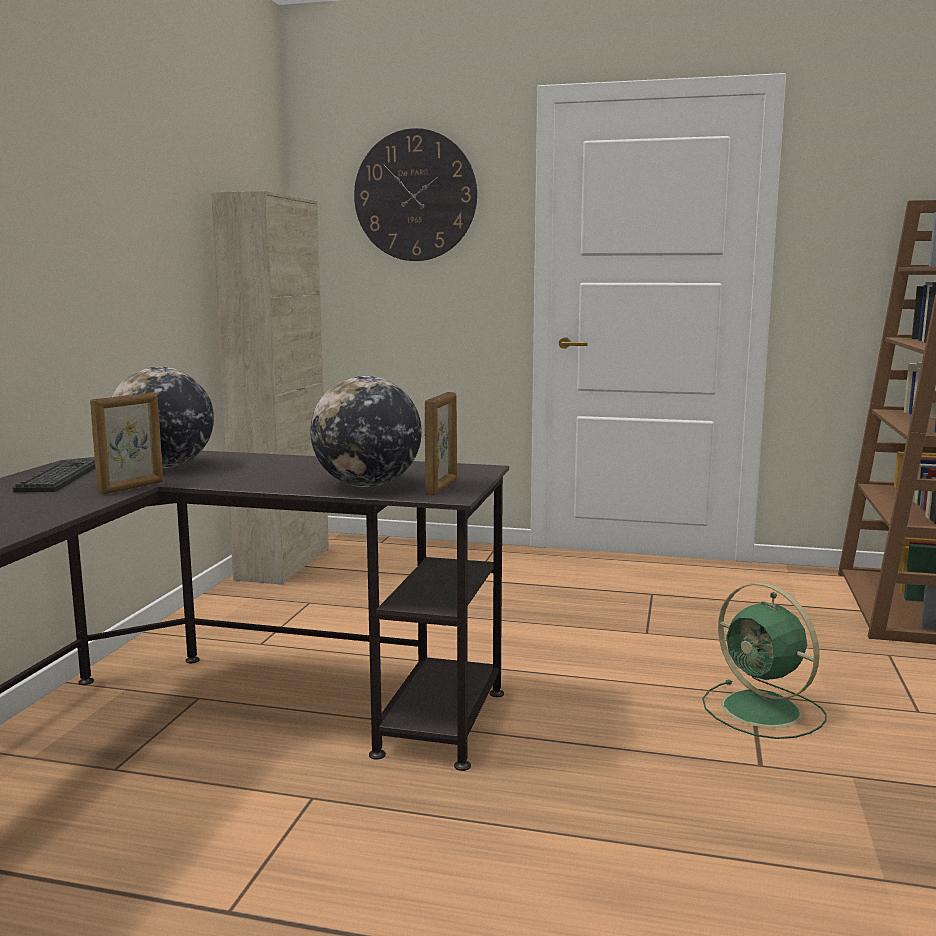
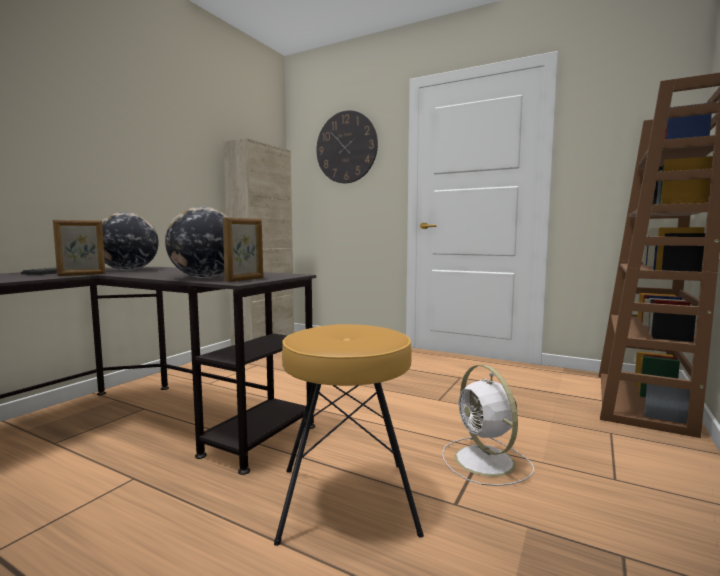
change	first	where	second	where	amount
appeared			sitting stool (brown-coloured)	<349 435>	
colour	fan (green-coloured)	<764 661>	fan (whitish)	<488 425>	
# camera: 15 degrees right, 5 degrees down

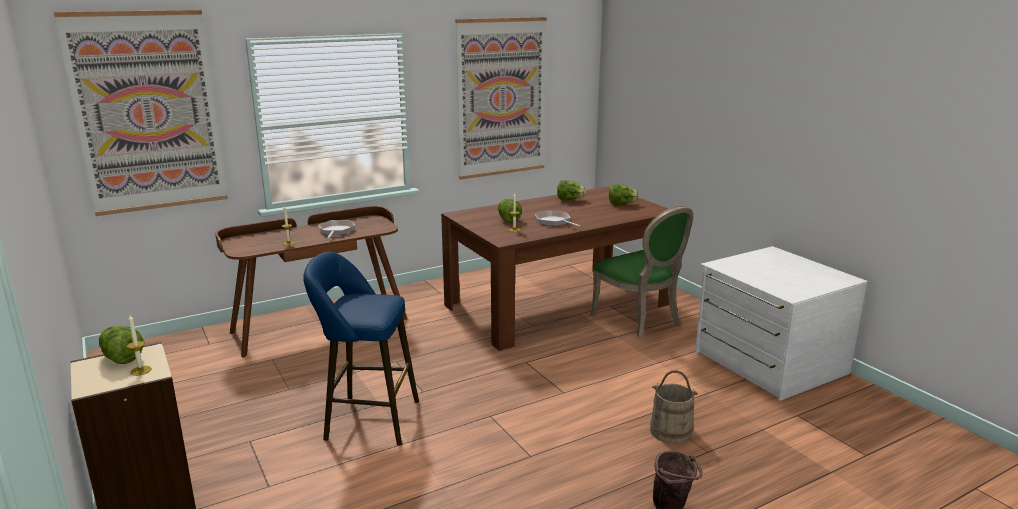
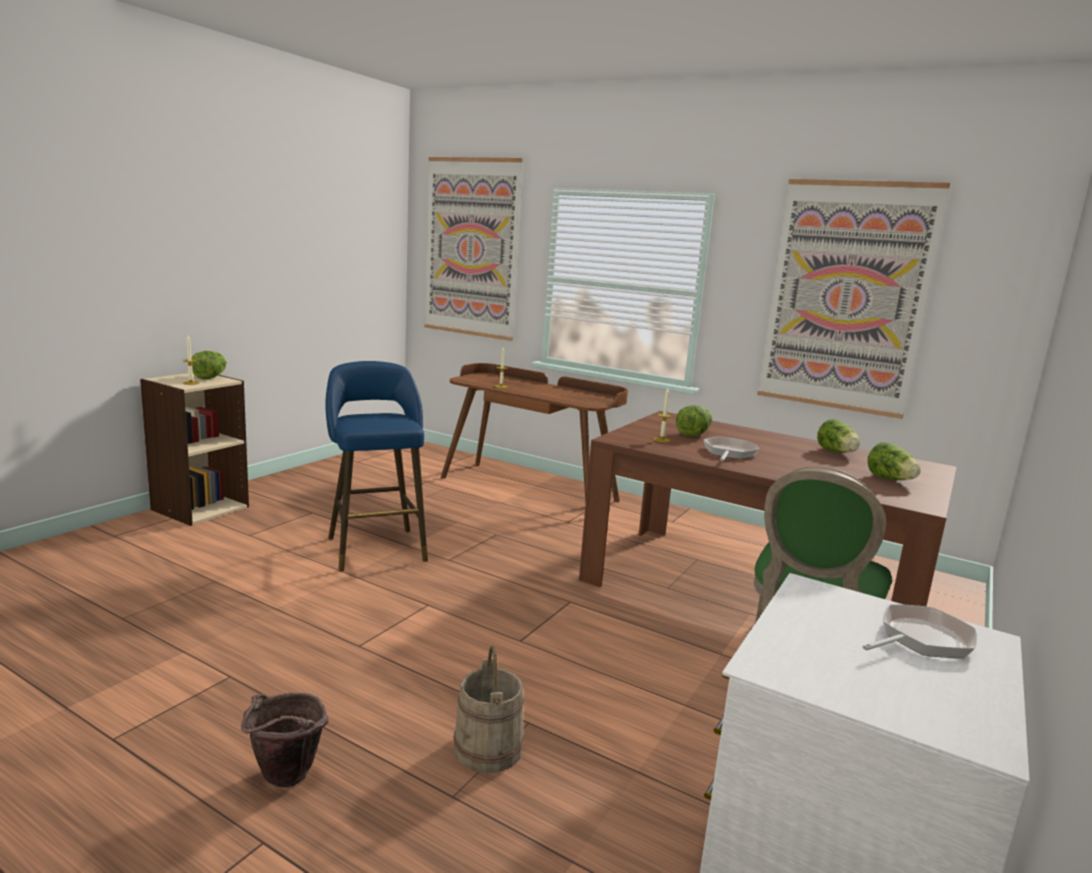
change	first	where	second	where	amount
relocated	skillet	<336 230>		<919 631>	
# camera: 60 degrees right, 5 degrees down

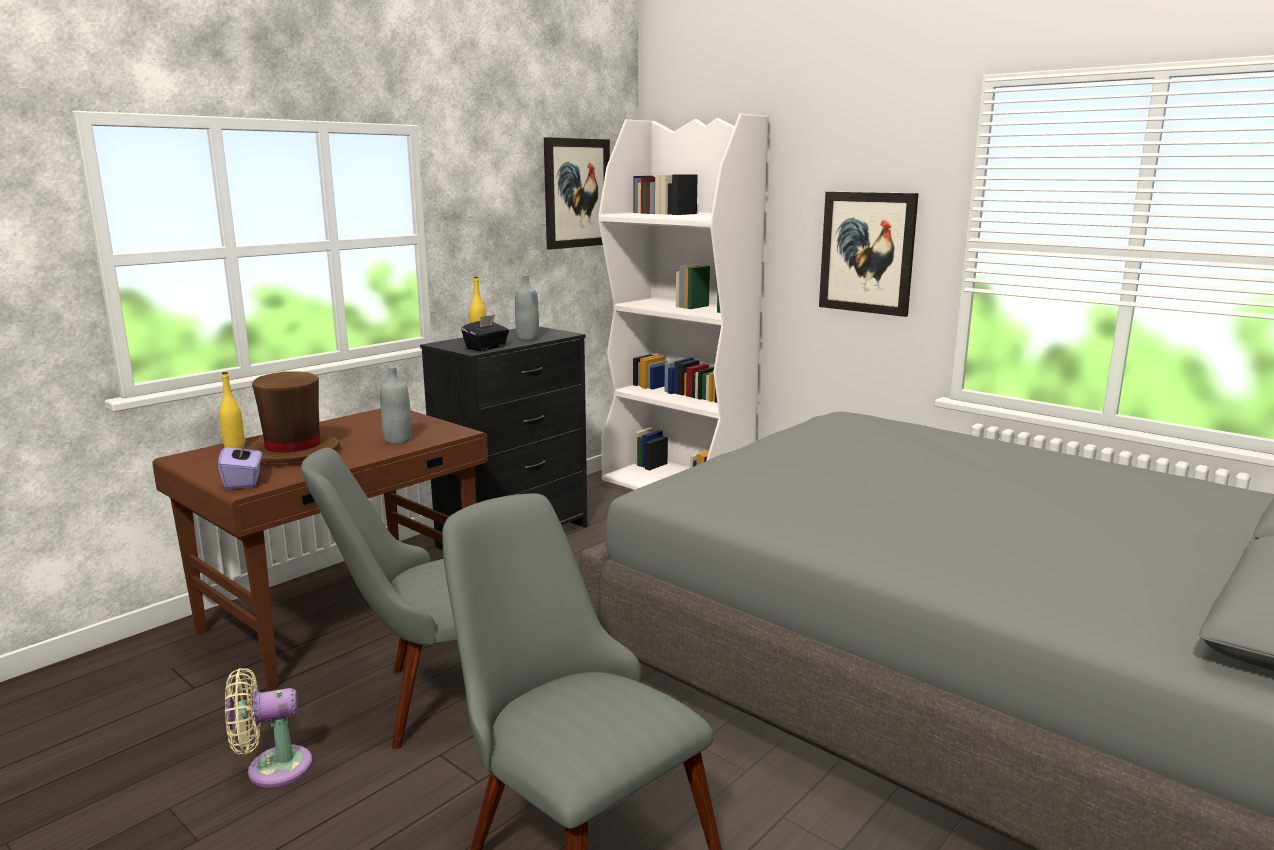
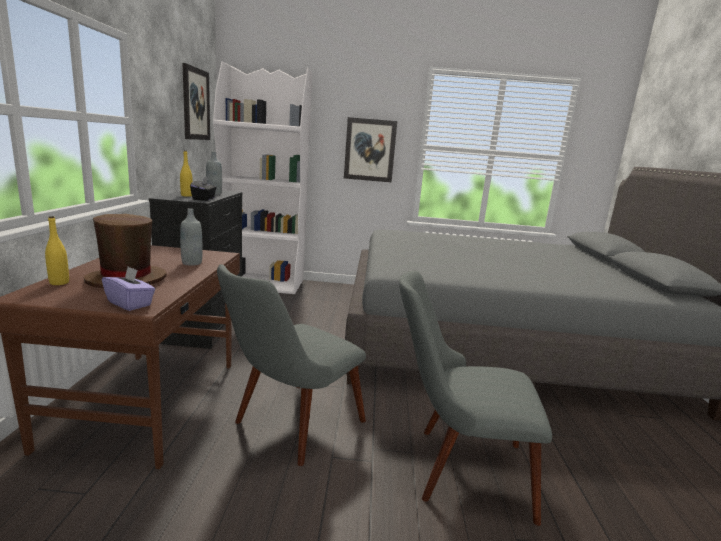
change	first	where	second	where	amount
missing	fan (beige-coloured)	<268 727>			
# camera: 40 degrees left, 0 degrees up

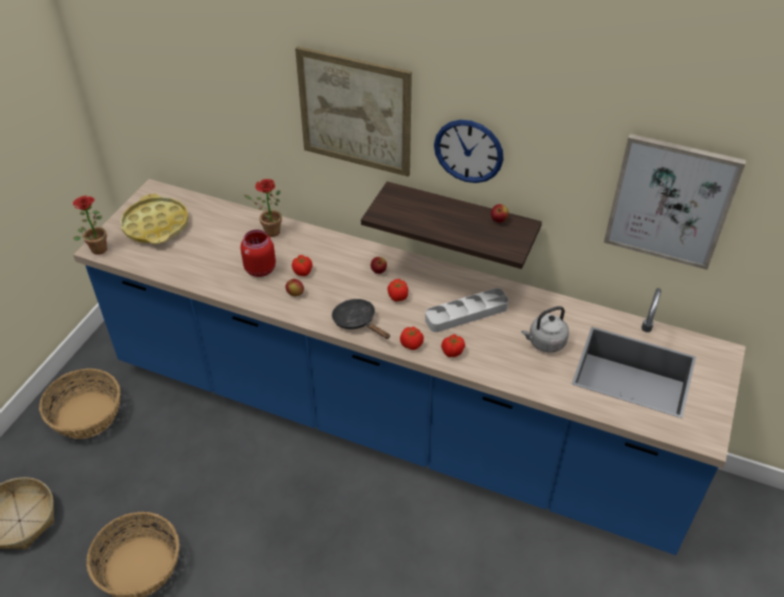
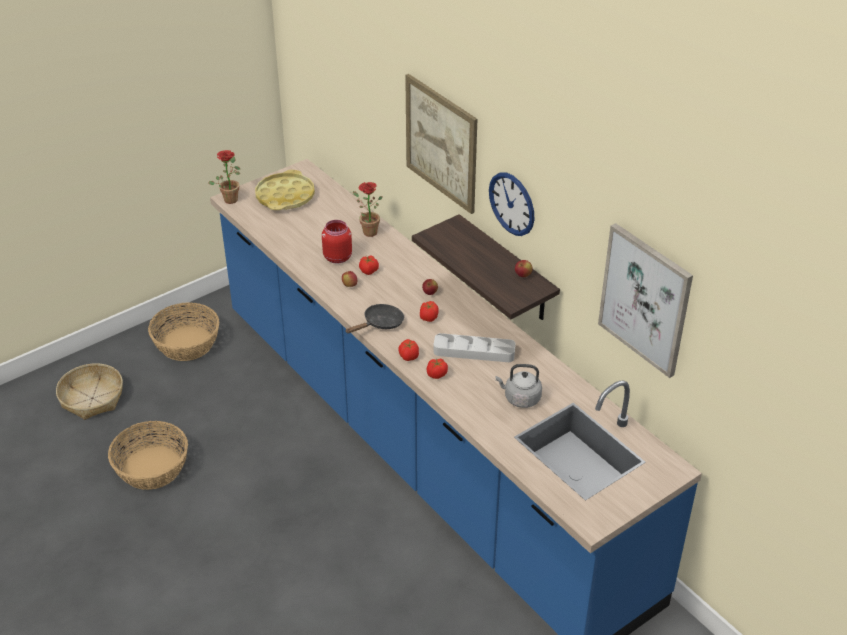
change	first	where	second	where	amount
spun	skillet (blackish)	<361 319>		<374 318>	60 degrees clockwise
# camera: 30 degrees right, 5 degrees down

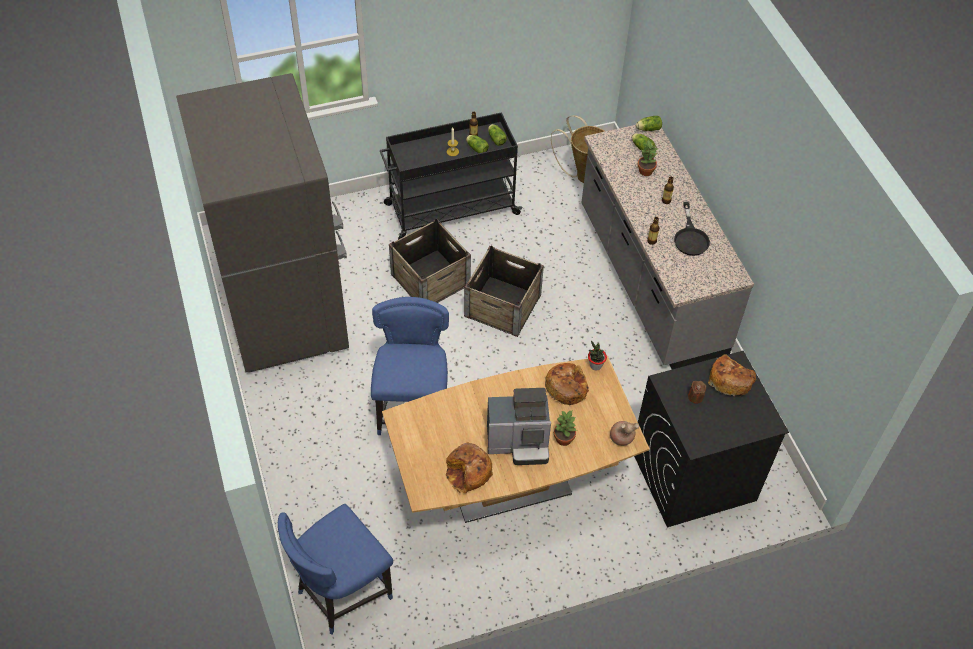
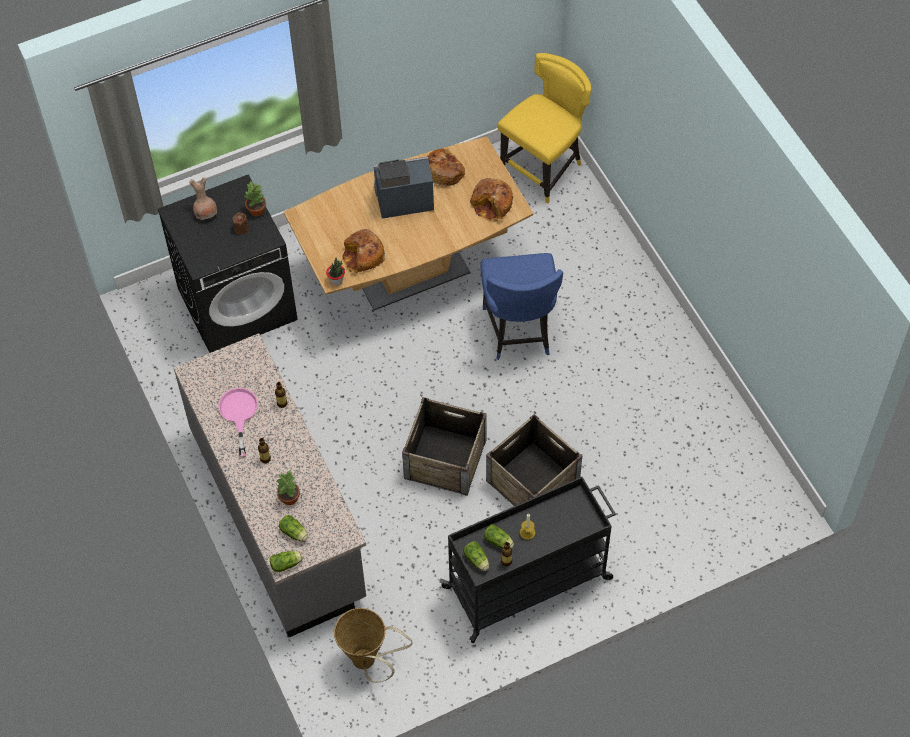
change	first	where	second	where	amount
missing	kitchen fridge (gray)	<262 223>			
relocated	houseplant	<565 428>		<255 198>	
relocated	flower vase (brown-coloured)	<624 433>		<203 198>	
relocated	bakery bread	<732 375>		<491 199>	
colour	upright chair (bluish)	<335 569>	upright chair (yellowish)	<544 128>	
colour	skillet (blackish)	<692 229>	skillet (pinkish)	<238 422>	
# camera: 175 degrees right, 5 degrees up

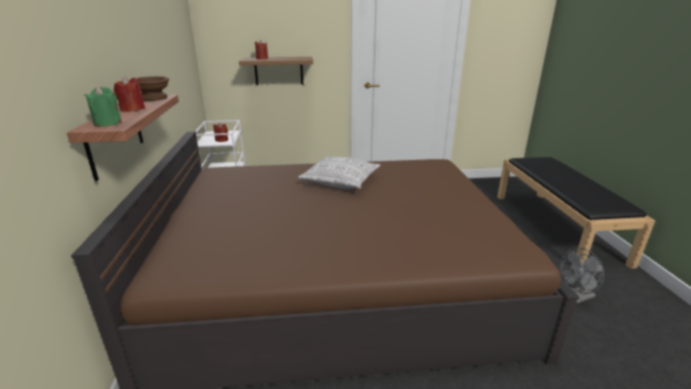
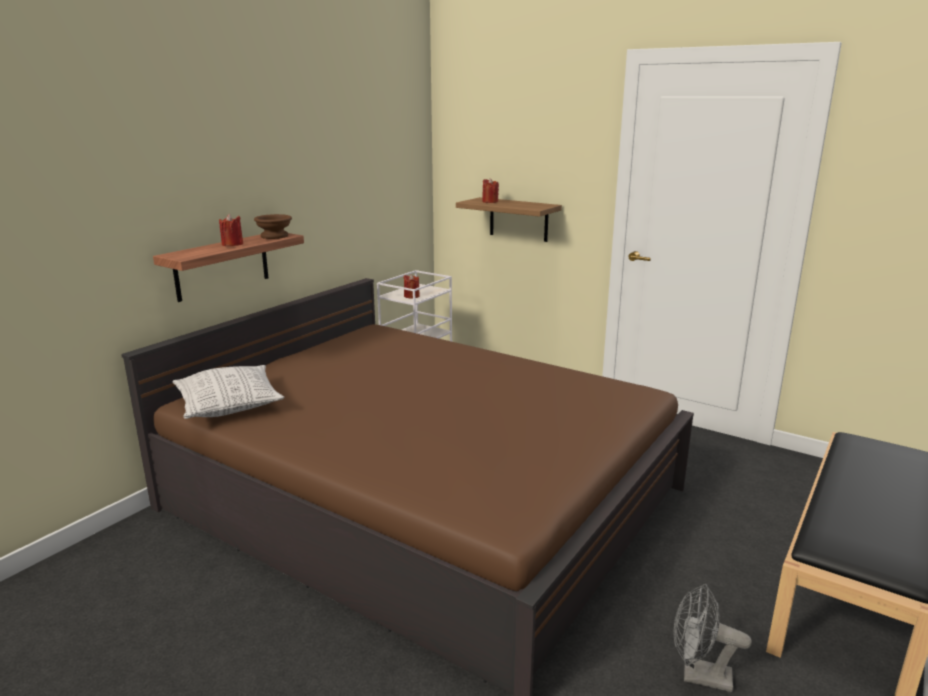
change	first	where	second	where	amount
missing	candle (green-coloured)	<103 106>			
relocated	pillow	<339 172>		<228 392>	
# camera: 40 degrees right, 5 degrees down

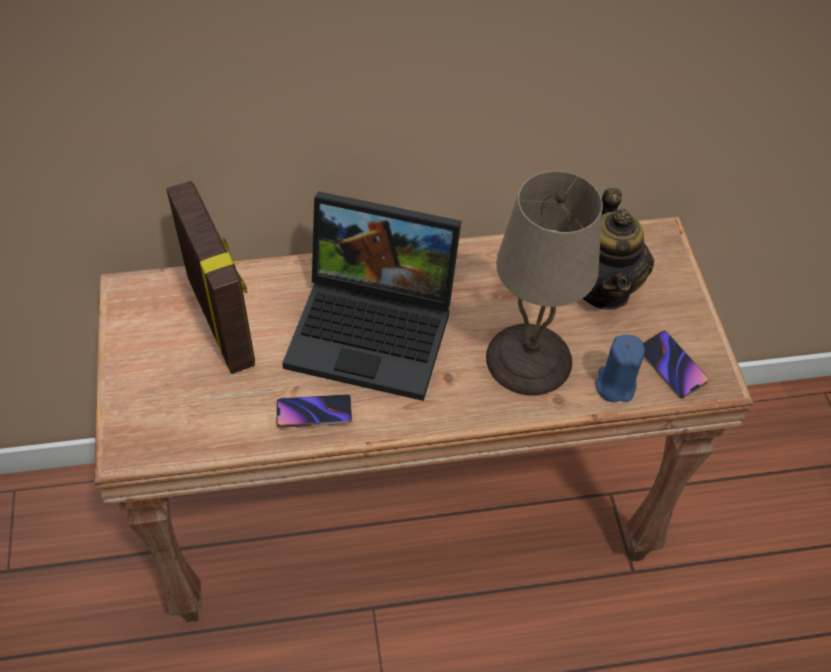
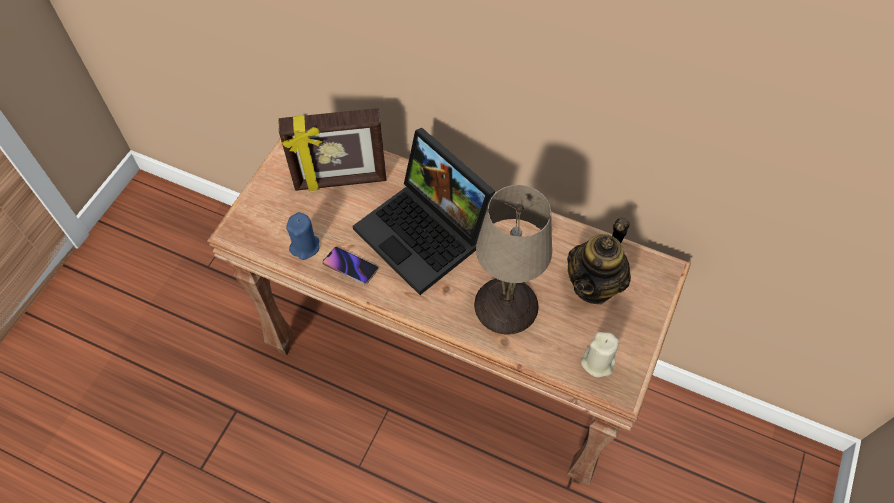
change	first	where	second	where	amount
relocated	candle (bluish)	<620 368>		<303 236>	
exchanged	phone	<675 364>	candle (beige-coloured)	<600 355>	
spun	photo frame	<210 277>		<332 149>	75 degrees clockwise
# camera: 35 degrees right, 5 degrees up

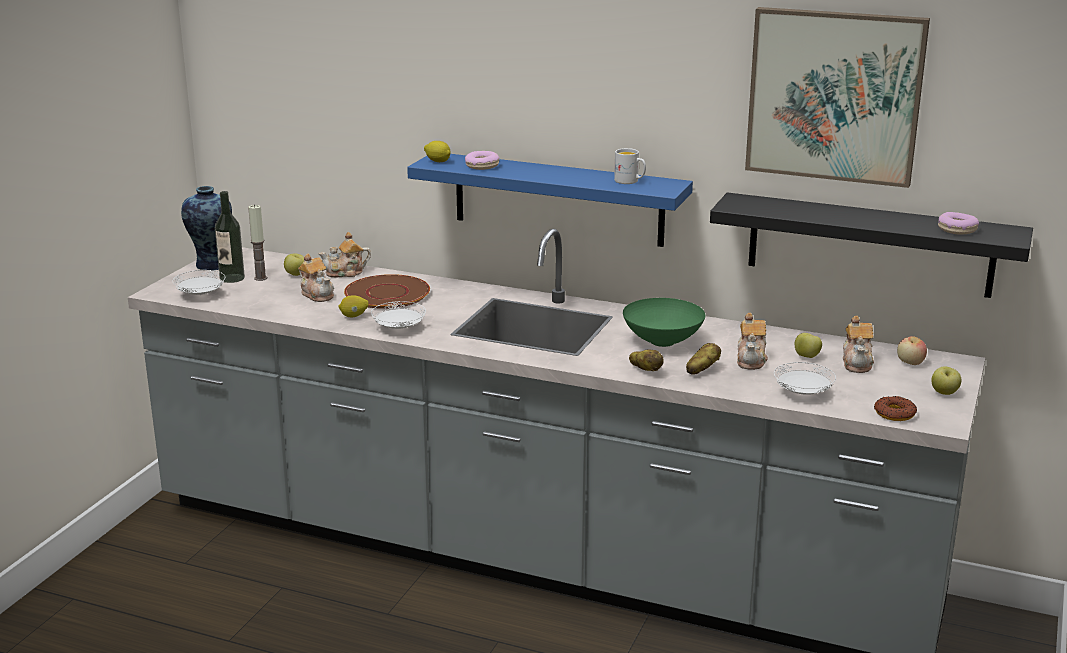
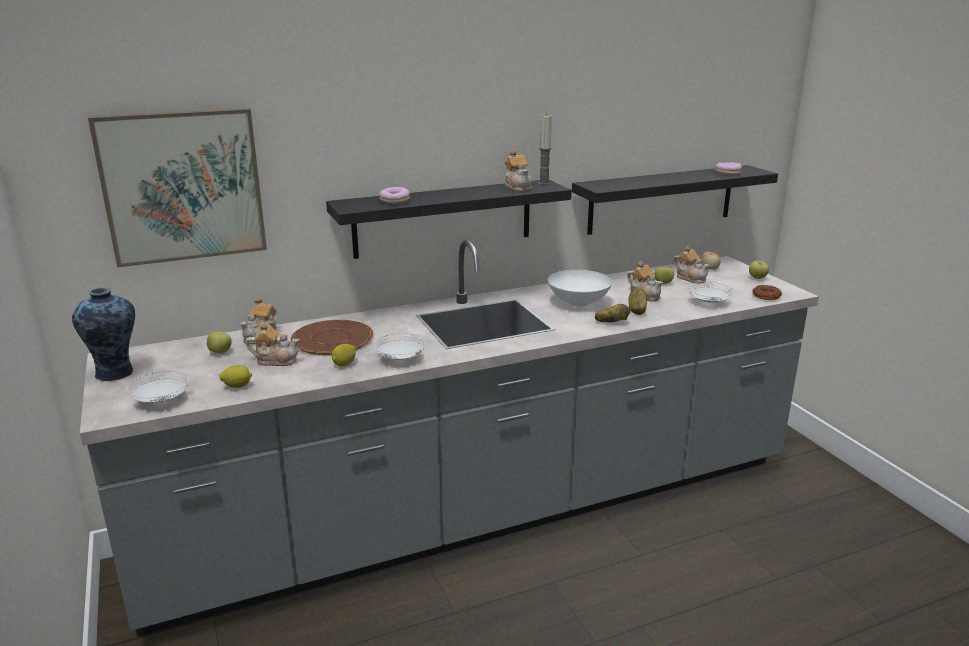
change	first	where	second	where	amount
missing	drink bottle	<230 237>			
relocated	candle	<257 243>		<545 149>	
relocated	citrus fruit	<437 151>		<235 376>	
relocated	picture	<837 97>		<177 187>	
exchanged	tea mug (whitish)	<630 166>	pot for tea	<518 170>	
colour	wall shelf (bluish)	<550 200>	wall shelf (blackish)	<449 219>	
colour	serving bowl (green-coloured)	<664 322>	serving bowl (whitish)	<580 288>	
# camera: 45 degrees left, 0 degrees up

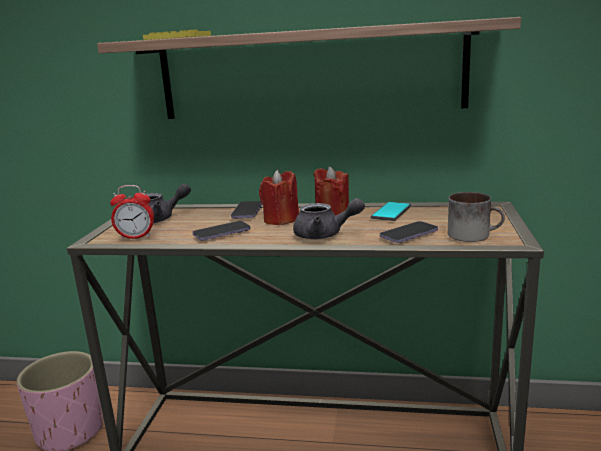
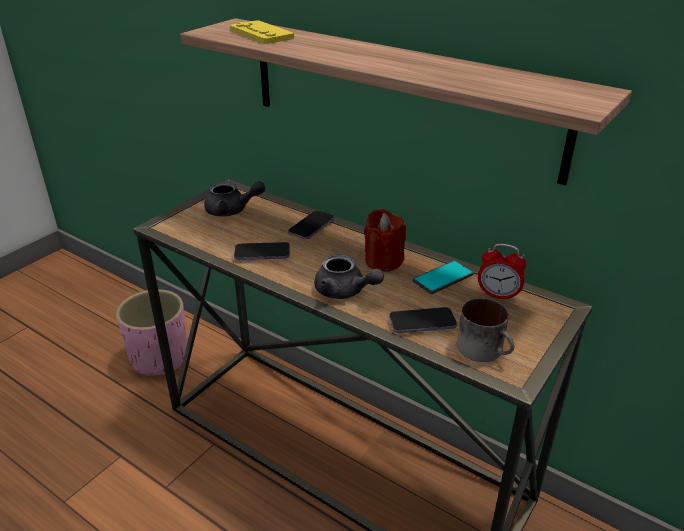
change	first	where	second	where	amount
missing	candle (reddish)	<279 197>			
relocated	table clock	<132 212>		<502 272>	
# camera: 25 degrees right, 15 degrees up

